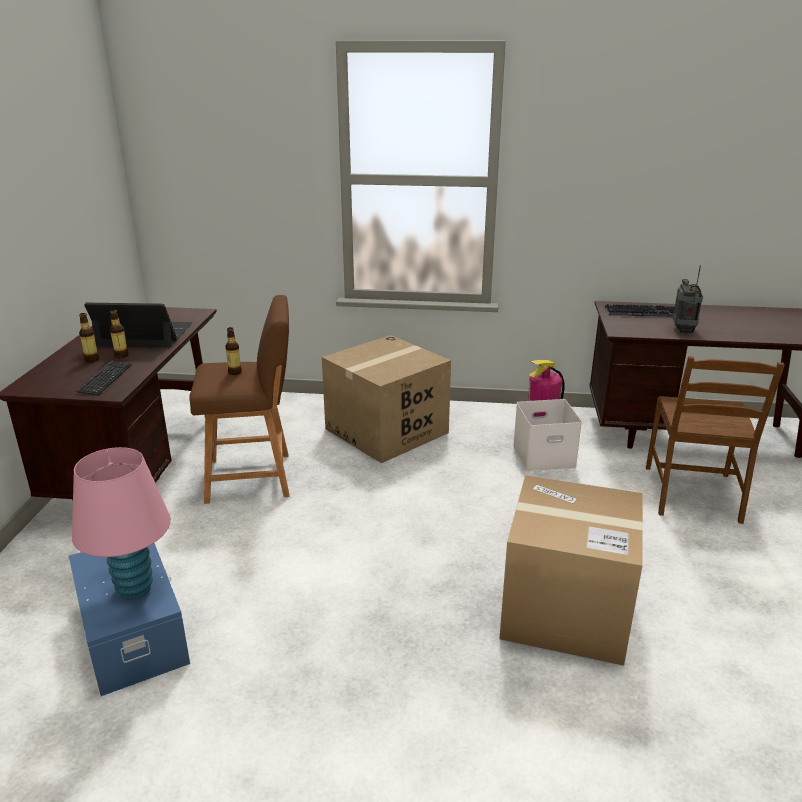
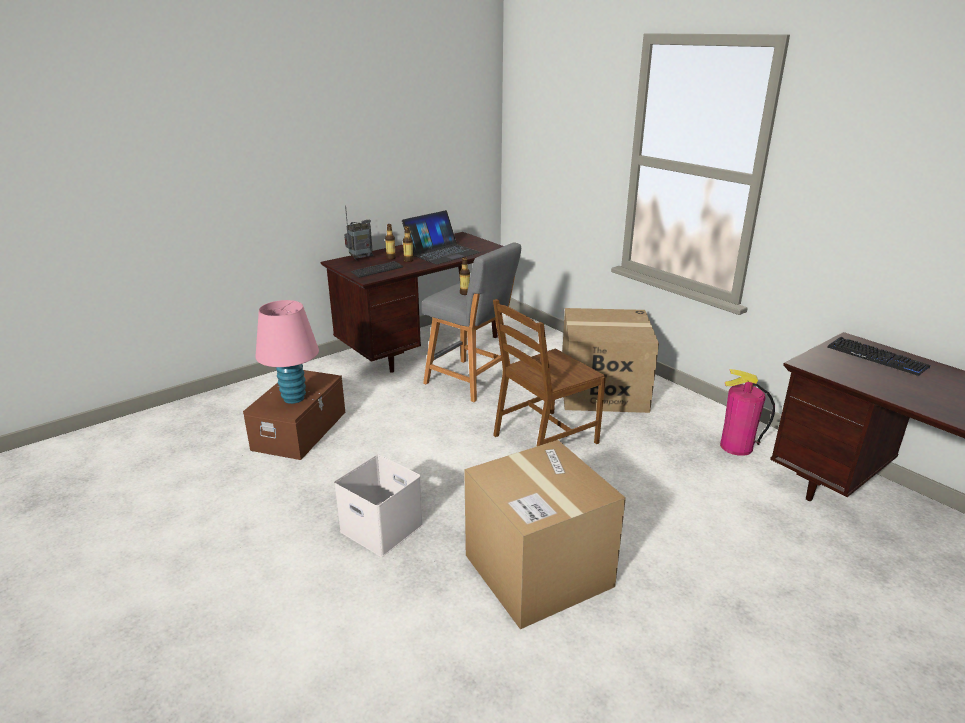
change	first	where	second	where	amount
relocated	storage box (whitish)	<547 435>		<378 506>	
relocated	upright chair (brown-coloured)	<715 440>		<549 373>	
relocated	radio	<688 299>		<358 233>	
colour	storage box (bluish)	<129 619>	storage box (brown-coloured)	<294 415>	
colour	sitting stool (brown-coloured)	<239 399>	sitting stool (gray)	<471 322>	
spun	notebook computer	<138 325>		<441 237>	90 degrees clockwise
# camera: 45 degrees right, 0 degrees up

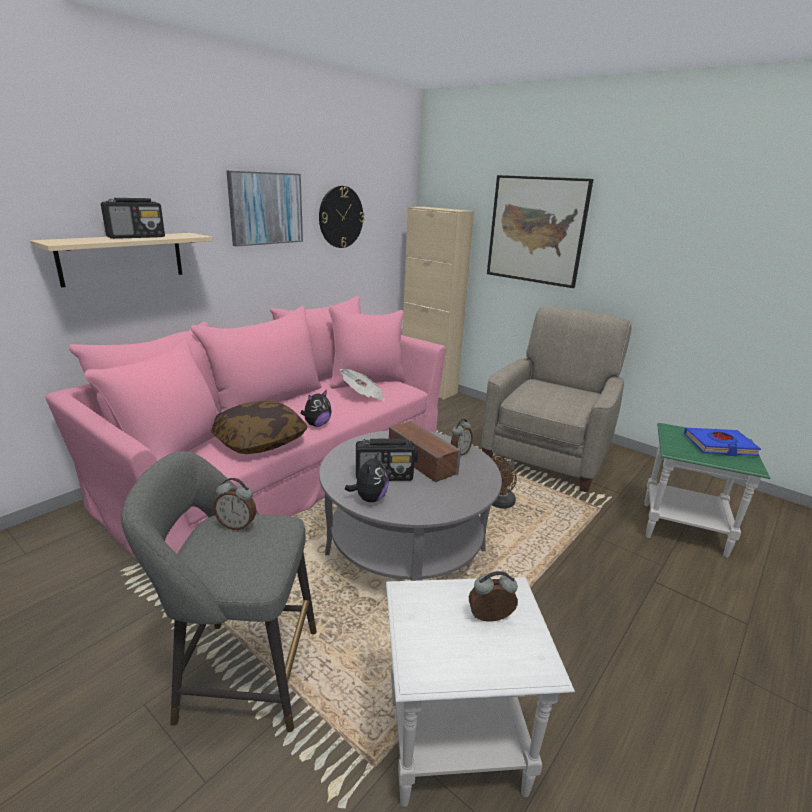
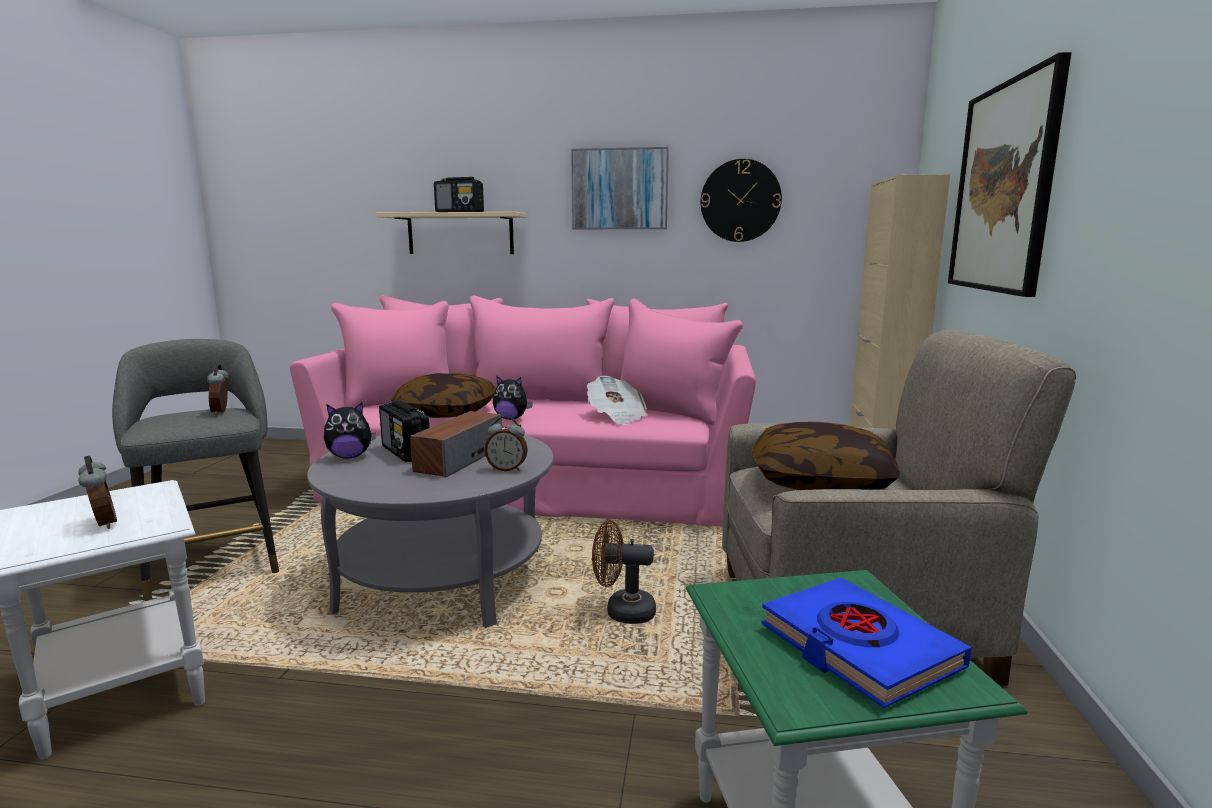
change	first	where	second	where	amount
appeared			pillow	<826 456>	
# camera: 60 degrees right, 10 degrees down

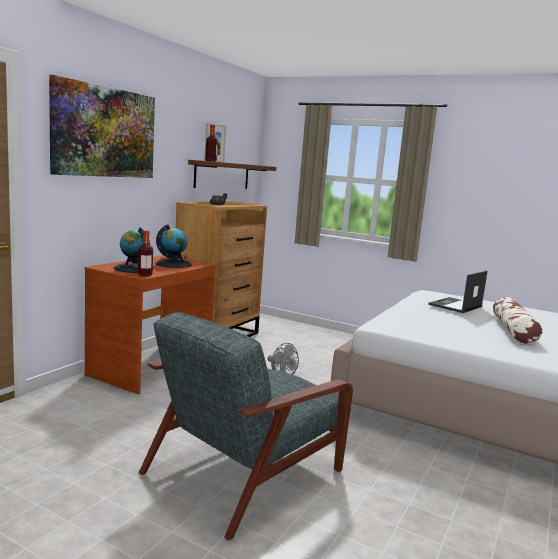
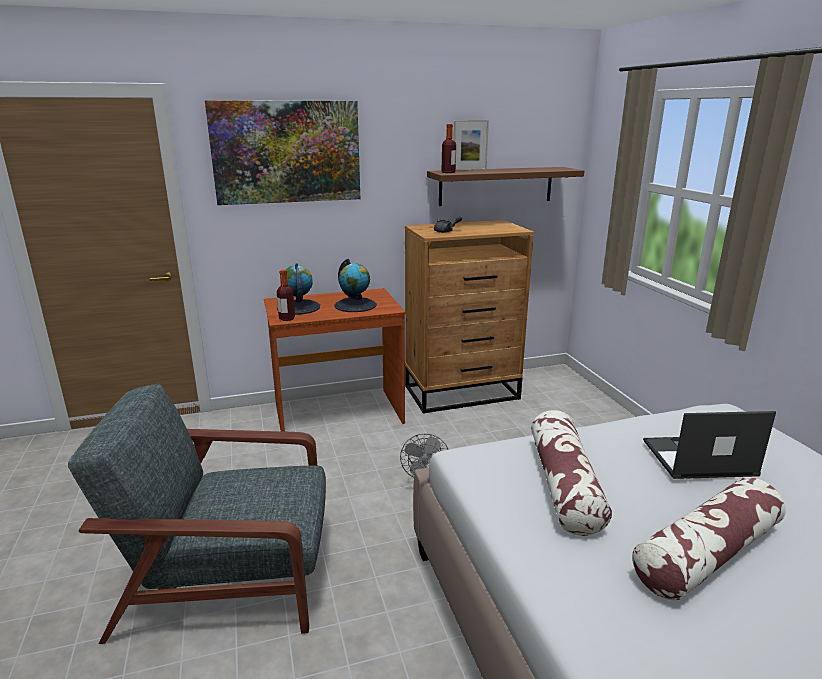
change	first	where	second	where	amount
appeared			pillow	<571 473>	
# camera: 45 degrees right, 10 degrees up

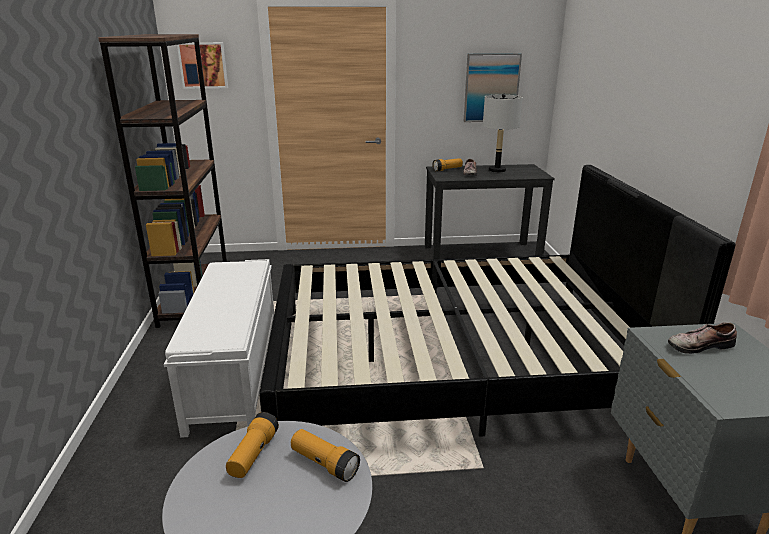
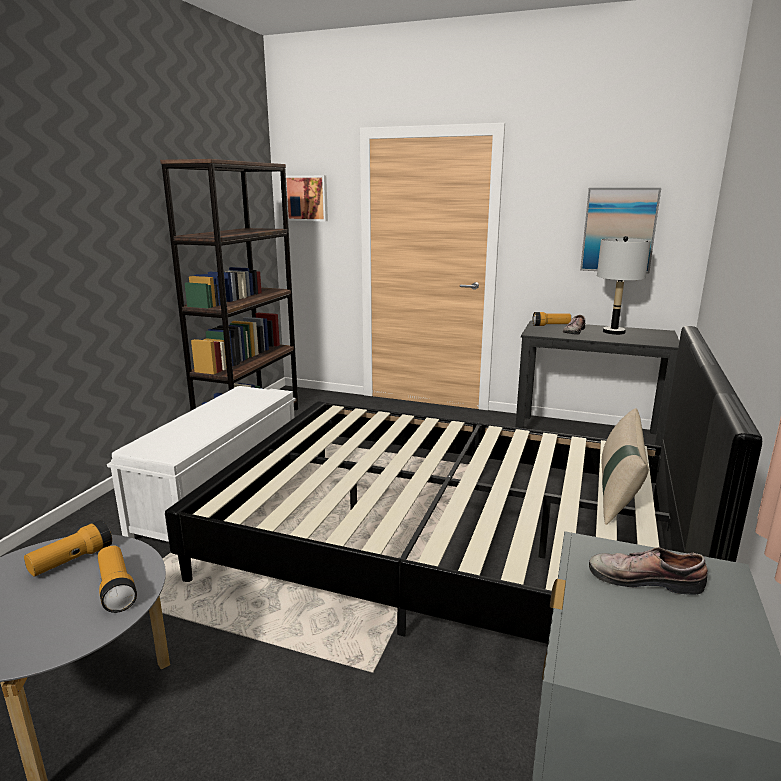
change	first	where	second	where	amount
appeared			pillow (beige-coloured)	<625 466>	
# camera: 25 degrees right, 5 degrees down

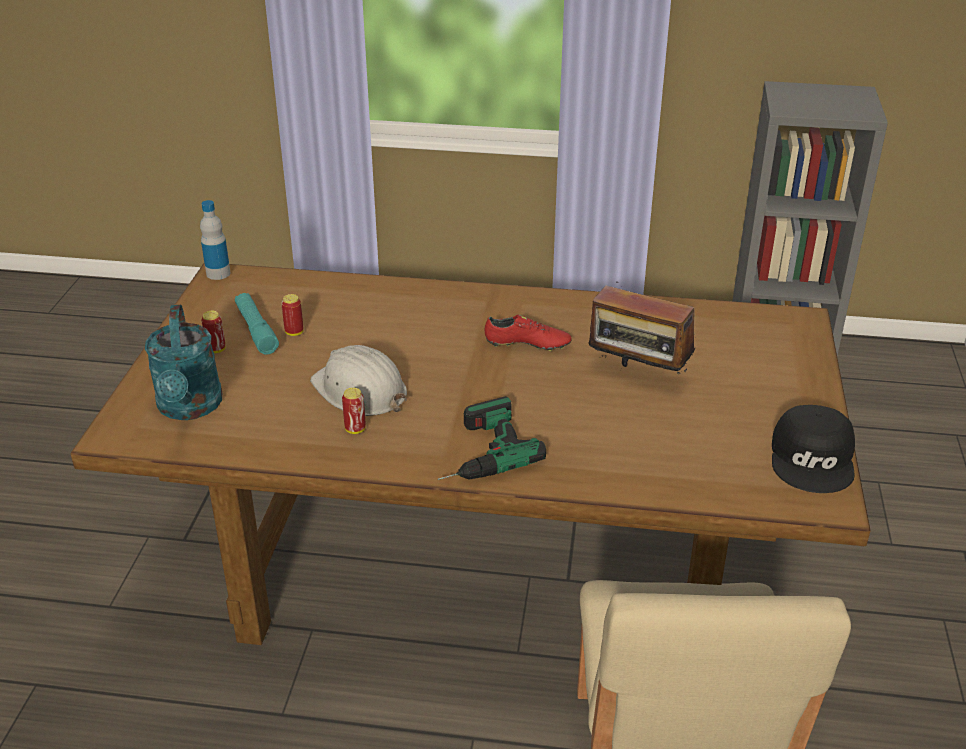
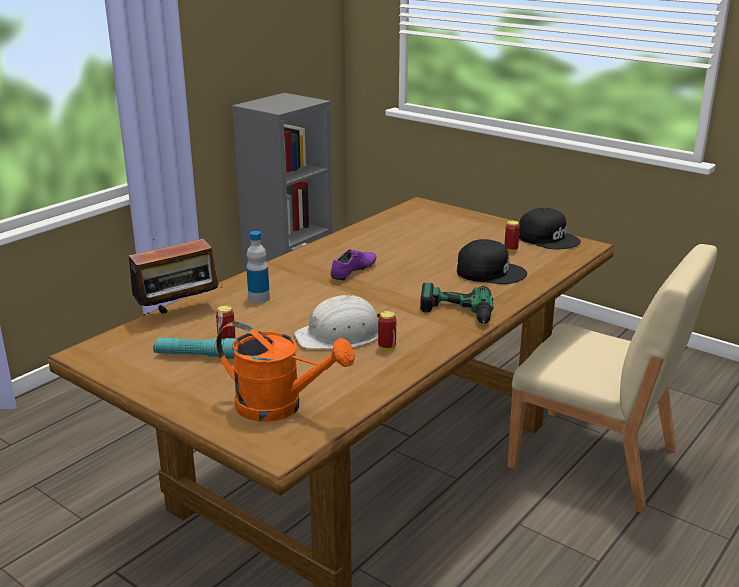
change	first	where	second	where	amount
appeared			baseball cap (blackish)	<492 261>	
relocated	drink bottle	<215 240>		<258 267>	
relocated	can	<213 332>		<512 236>	
relocated	radio	<642 325>		<175 277>	
colour	watering pot (turquoise)	<183 362>	watering pot (orange)	<285 372>	
colour	shoe (reddish)	<528 333>	shoe (purple)	<353 265>	
# camera: 60 degrees left, 10 degrees down

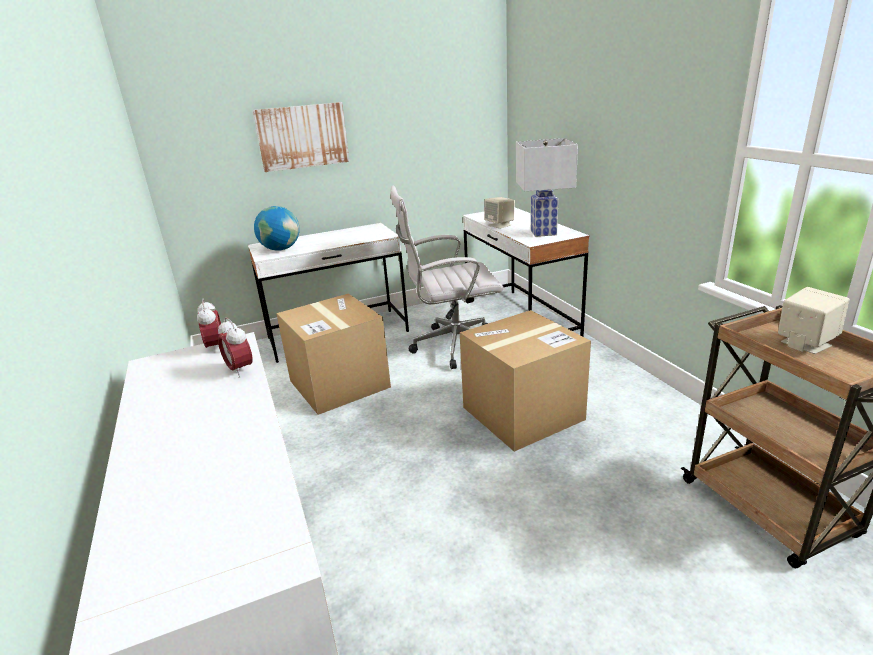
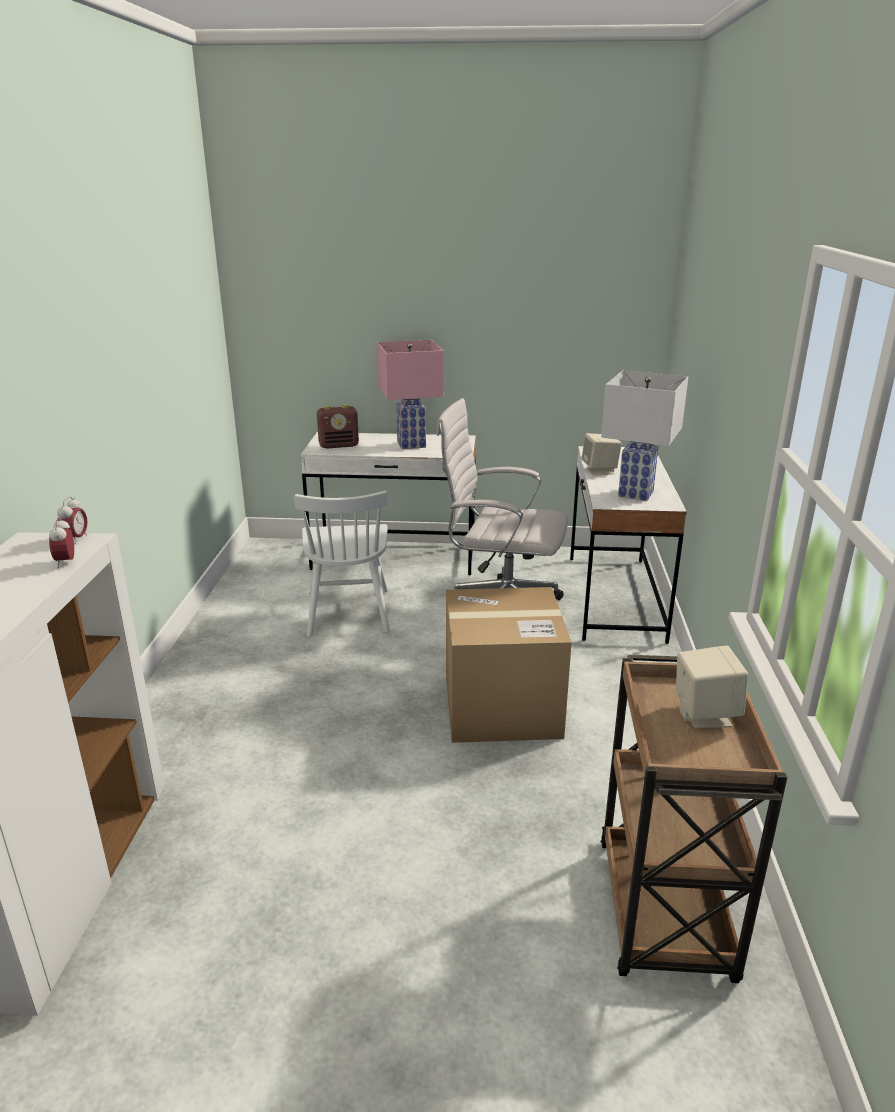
change	first	where	second	where	amount
missing	picture	<301 137>			
appeared			tabletop lamp (pinkish)	<410 394>	
exchanged	globe	<277 228>	radio	<338 426>	
exchanged	packing box	<333 354>	upright chair (whitish)	<342 564>	
# camera: 25 degrees right, 0 degrees up

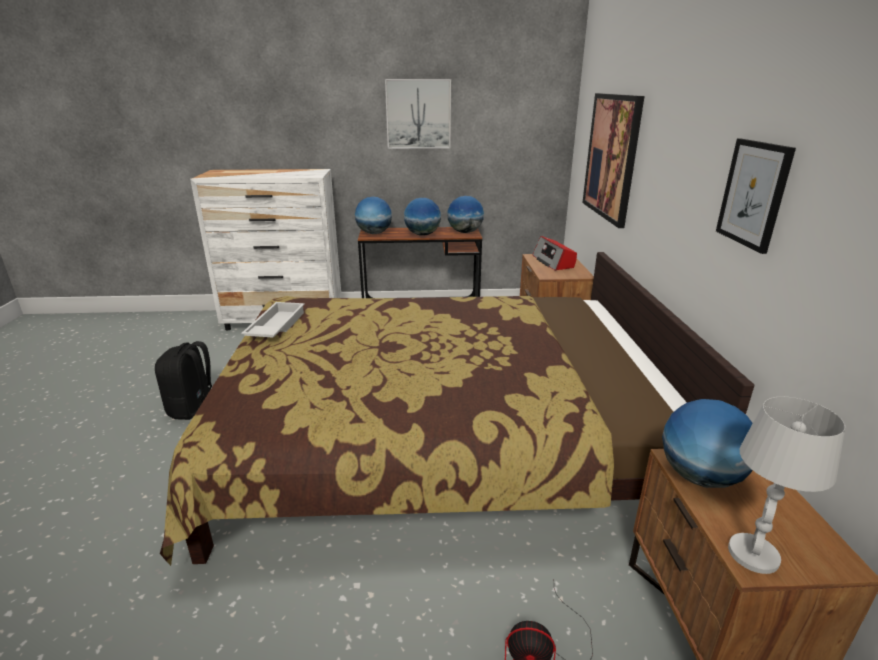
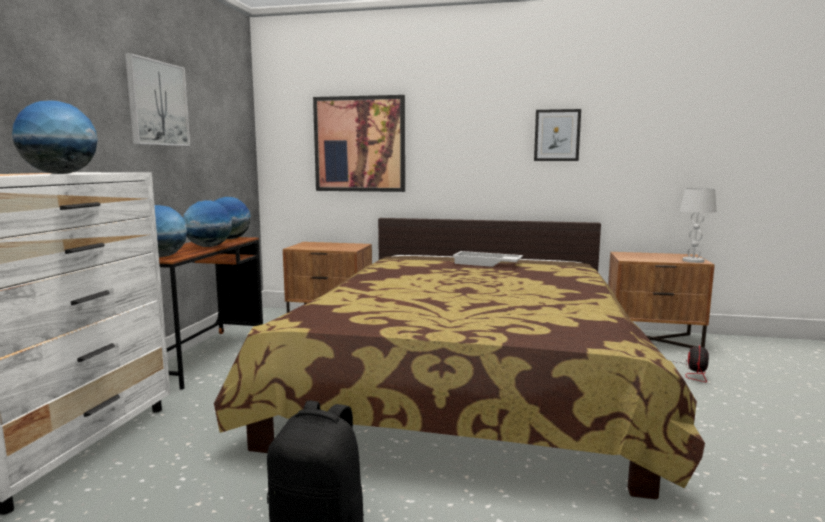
change	first	where	second	where	amount
missing	radio	<554 253>			
relocated	tray (whitish)	<273 320>		<488 259>	
relocated	globe	<707 443>		<55 137>	
# camera: 75 degrees left, 15 degrees down

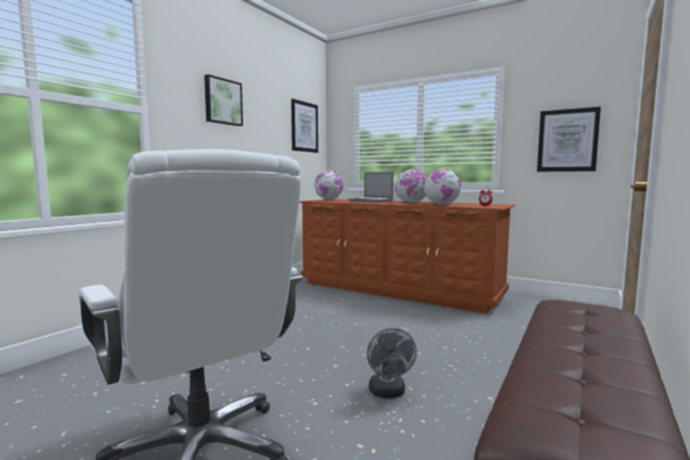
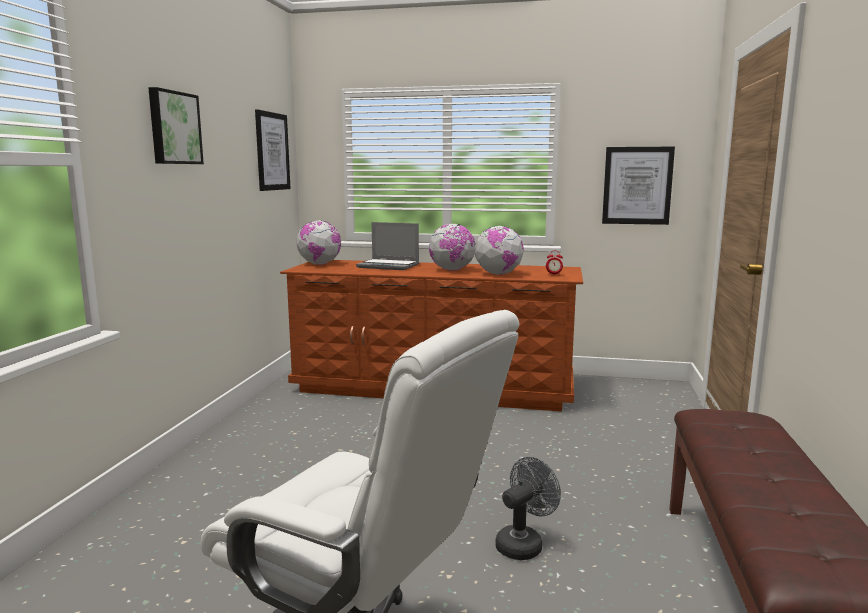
change	first	where	second	where	amount
spun	fan (gray)	<392 363>		<528 508>	105 degrees counterclockwise
# camera: 20 degrees left, 5 degrees up

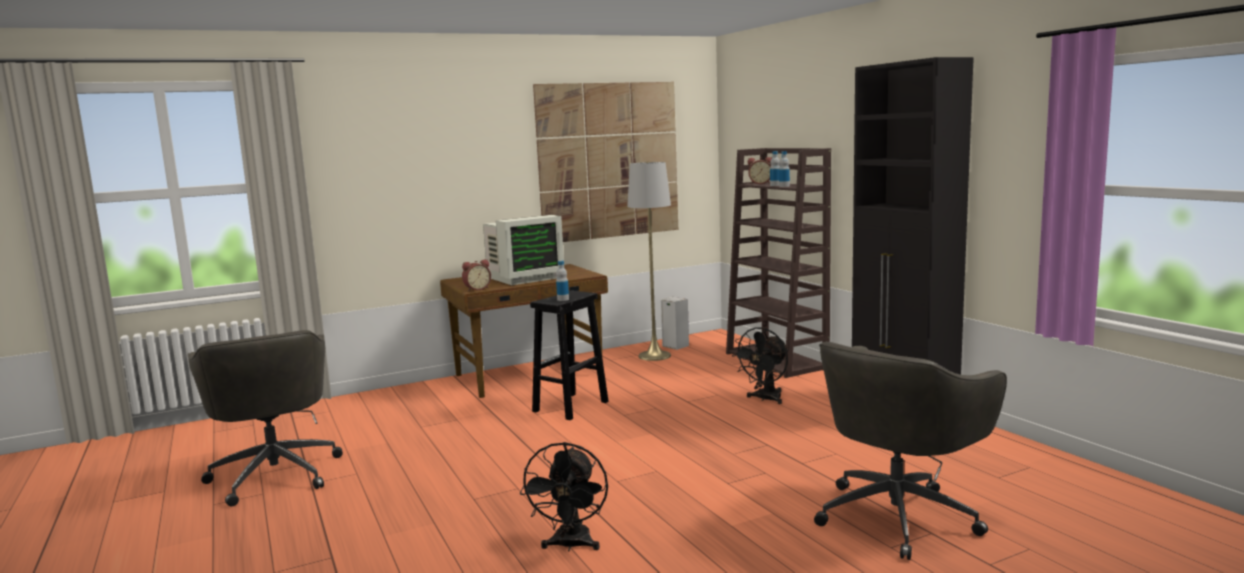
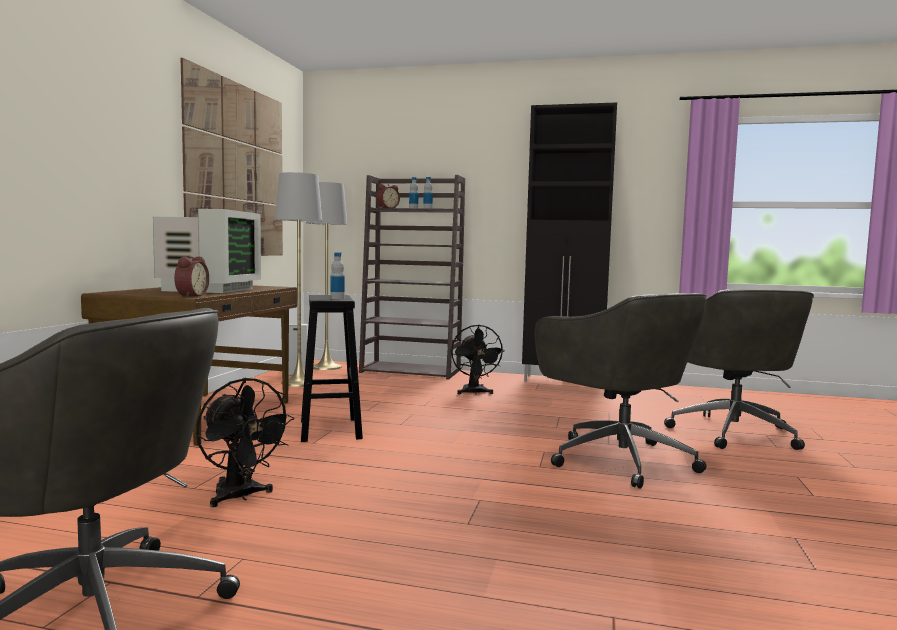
change	first	where	second	where	amount
appeared			floor lamp (gray)	<326 276>	
appeared			desk chair (gray)	<621 391>	
relocated	fan (blackish)	<564 496>		<245 442>	
# camera: 50 degrees left, 5 degrees down

